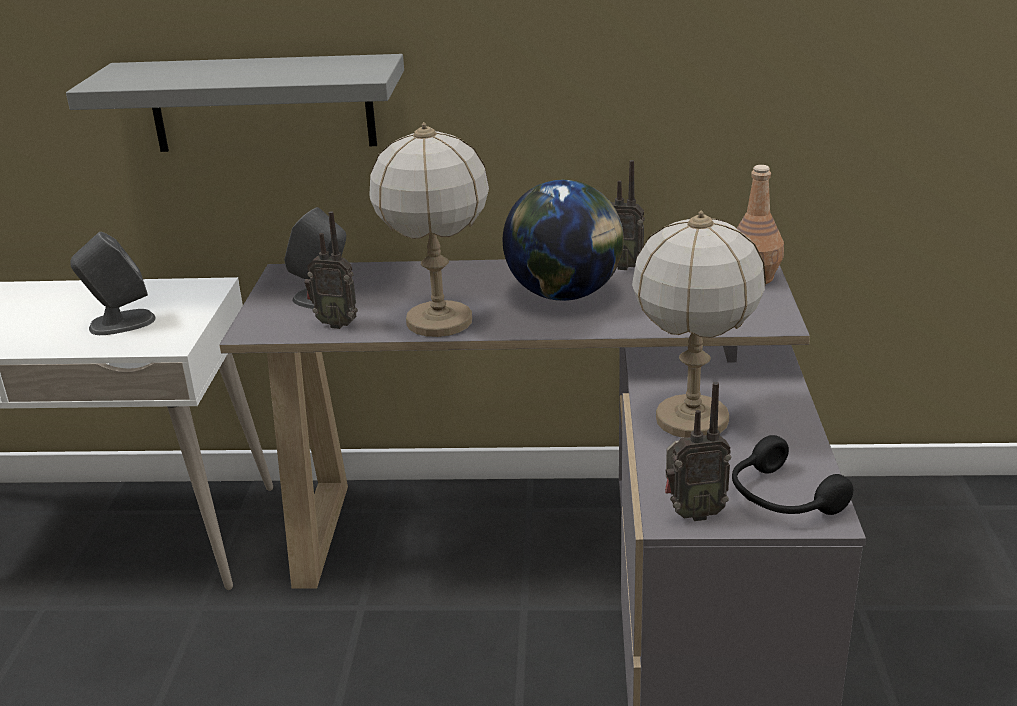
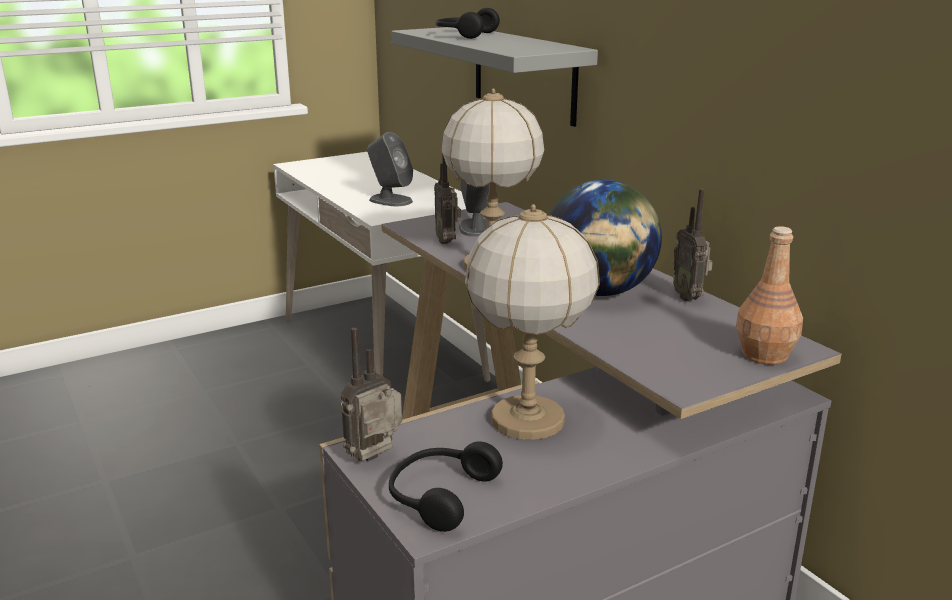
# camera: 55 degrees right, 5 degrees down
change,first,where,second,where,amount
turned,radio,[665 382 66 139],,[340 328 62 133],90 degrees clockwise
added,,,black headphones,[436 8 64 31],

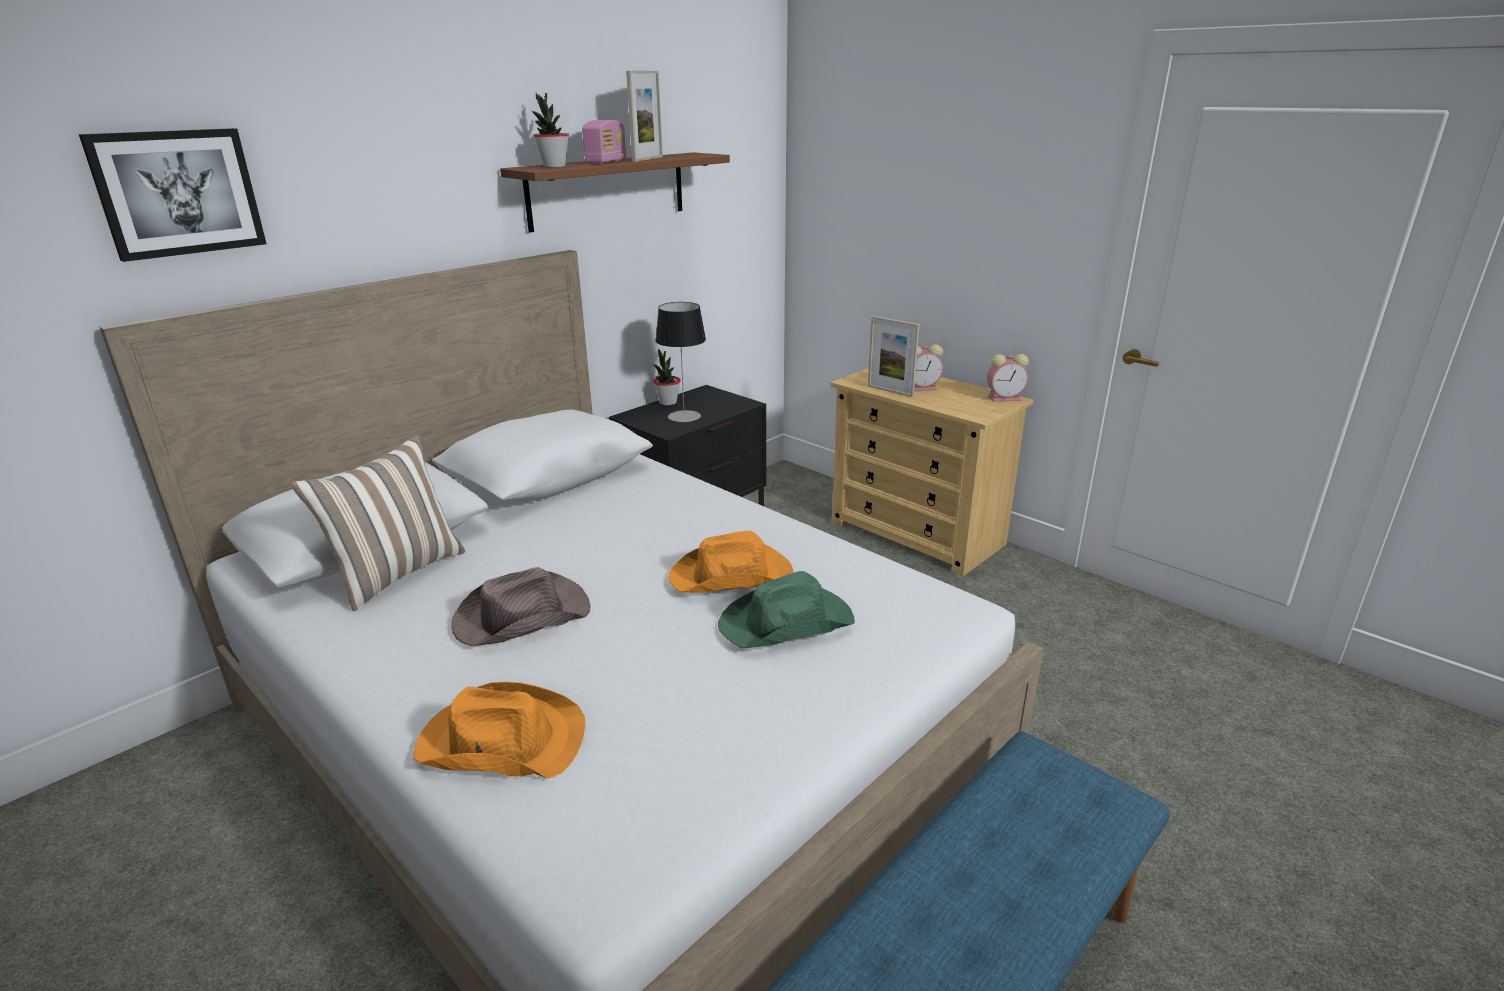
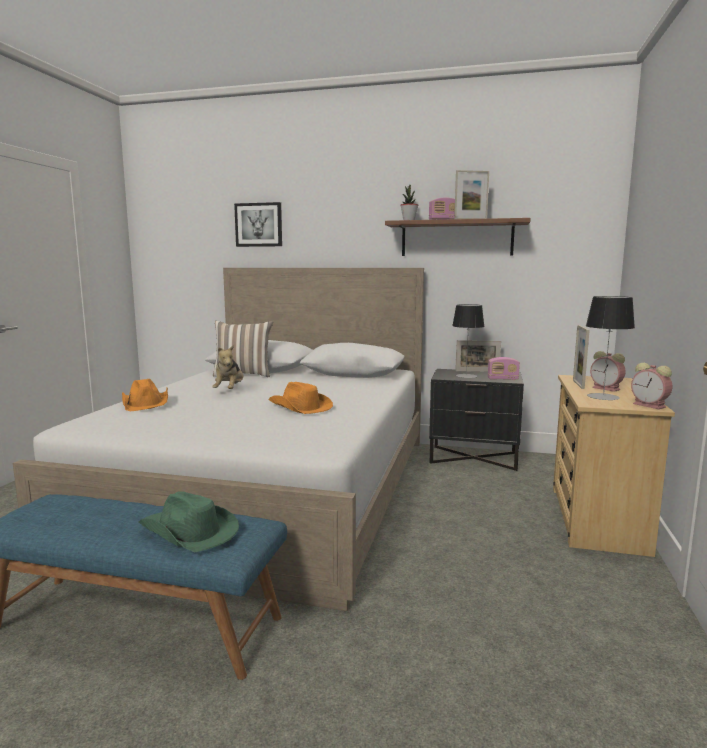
# camera: 60 degrees right, 15 degrees down
change,first,where,second,where,amount
replaced,brown hat,[451 567 139 79],plush toy,[213 345 30 44],
replaced,potted plant,[653 349 28 56],picture frame,[455 340 46 32],
moved,green hat,[718 571 137 77],,[138 491 101 61],
added,,,radio,[488 357 32 23],
added,,,table lamp,[586 296 49 104],

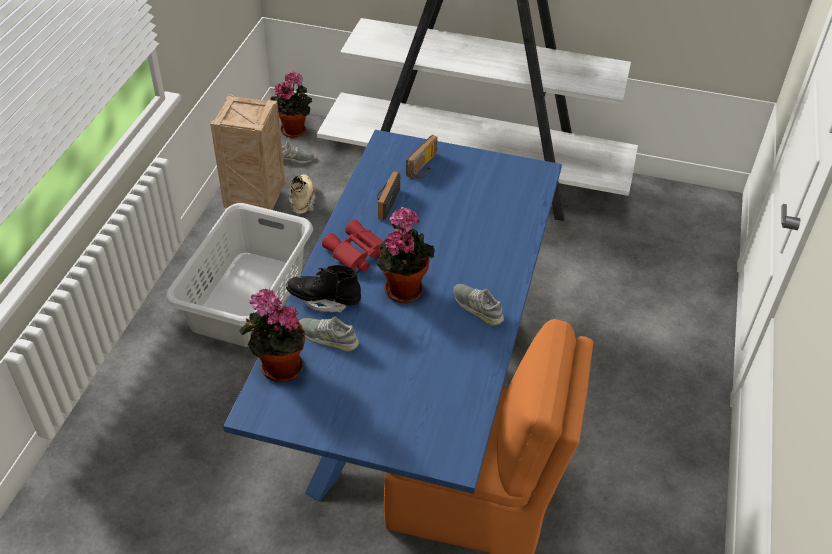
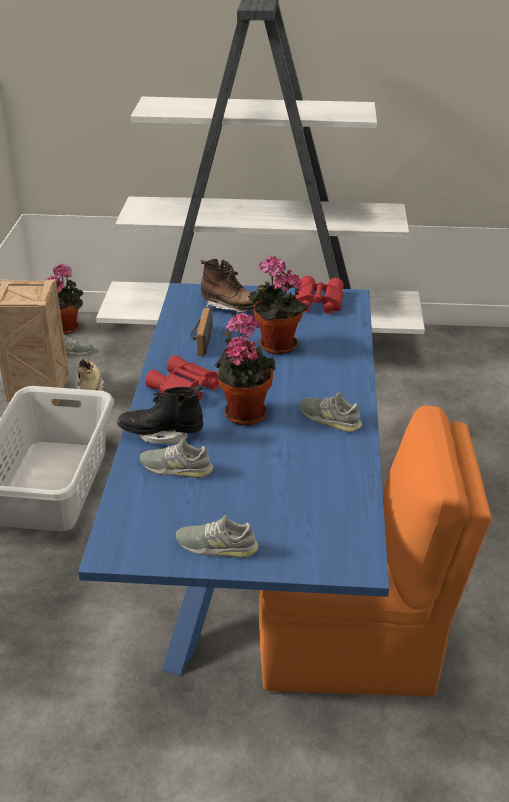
# camera: 10 degrees left, 10 degrees down
change,first,where,second,where,amount
moved,potted plant,[239 289 66 93],,[248 256 59 99],
replaced,radio,[406 135 32 44],brown boot,[201 259 57 54],
added,,,grey shoe,[176 515 83 43],
added,,,red binoculars,[296 276 48 38],

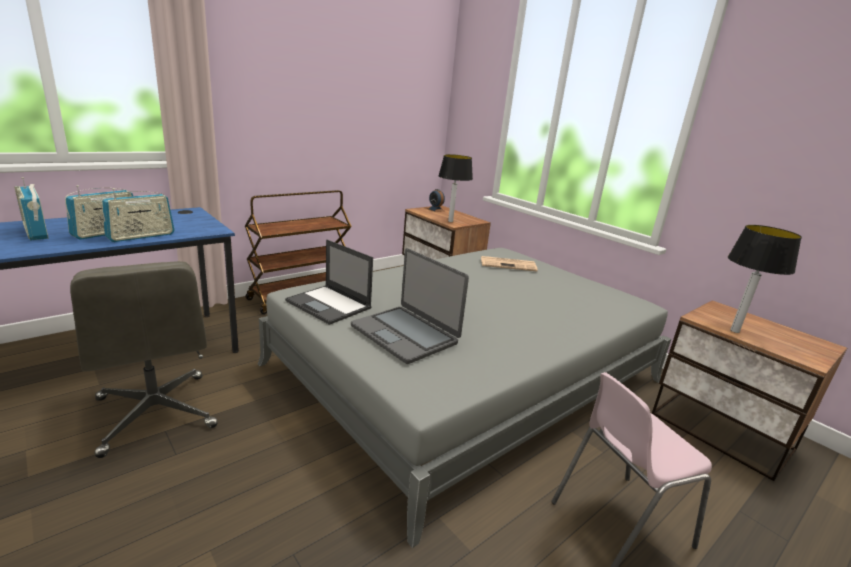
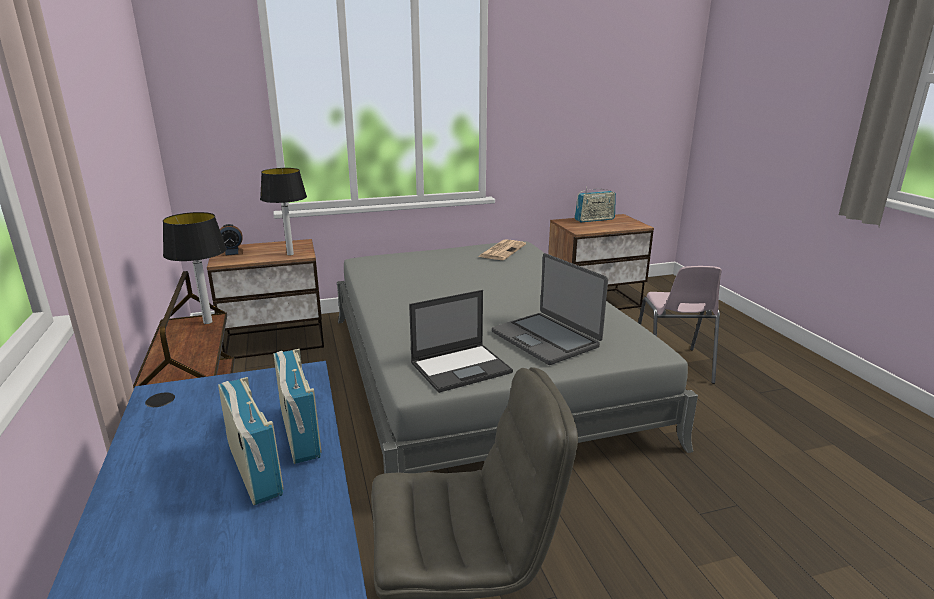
# camera: 65 degrees left, 0 degrees up
change,first,where,second,where,amount
moved,radio,[14 177 35 64],,[575 187 41 35],
turned,laptop,[351 248 118 116],,[492 253 116 112],75 degrees clockwise
moved,newspaper,[481 256 57 16],,[478 239 48 21],
moved,table lamp,[728 225 74 108],,[163 212 64 112],

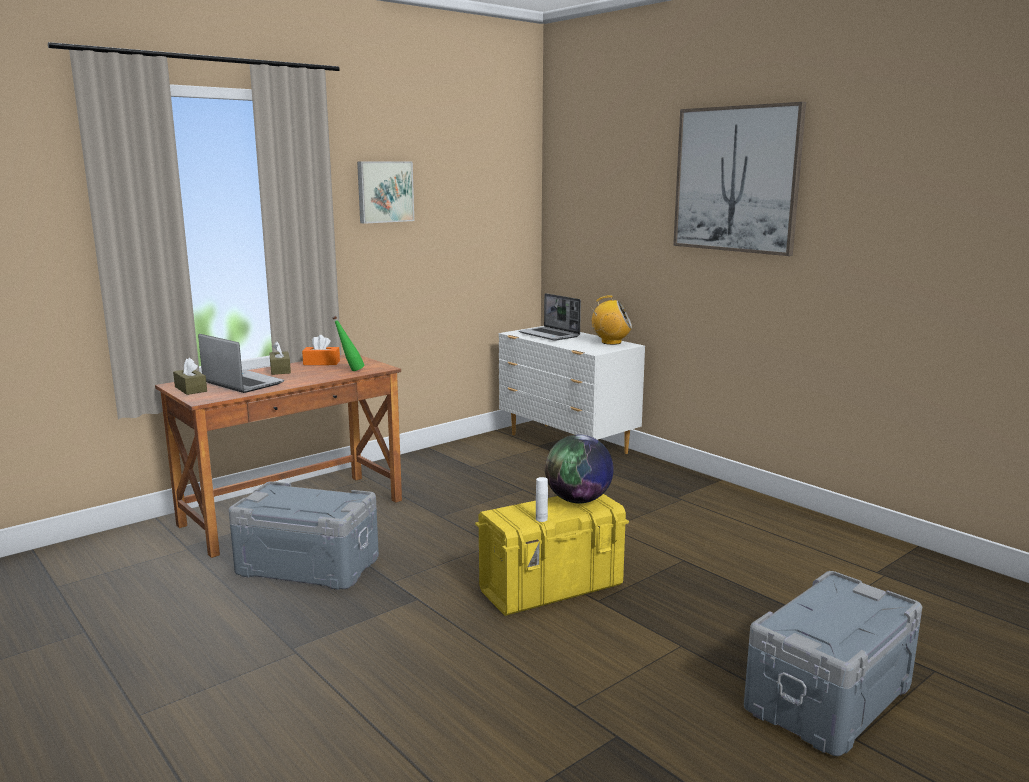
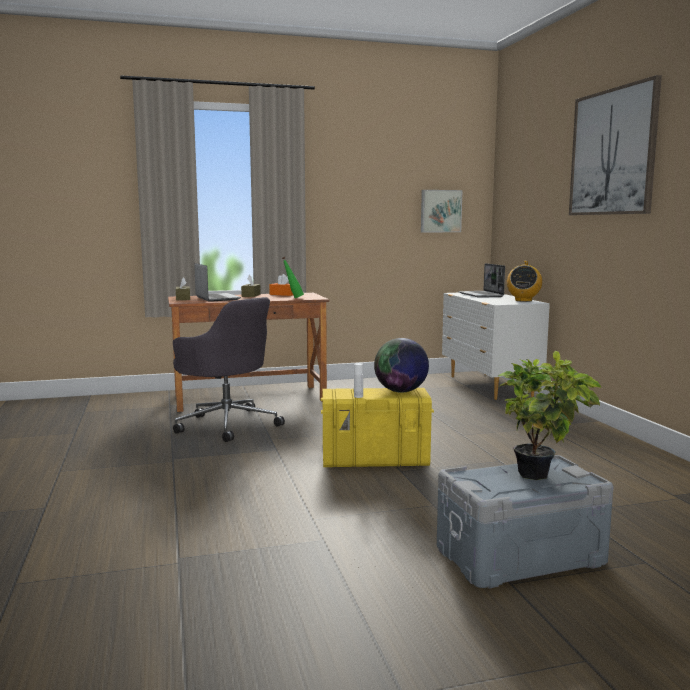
# camera: 25 degrees right, 5 degrees down
change,first,where,second,where,amount
replaced,grey storage box,[229 481 150 109],grey office chair,[173 297 112 145],
moved,picture,[357 161 57 63],,[421 190 42 42],
turned,radio,[590 295 42 50],,[507 261 35 41],75 degrees clockwise
added,,,potted plant,[498 351 103 129],

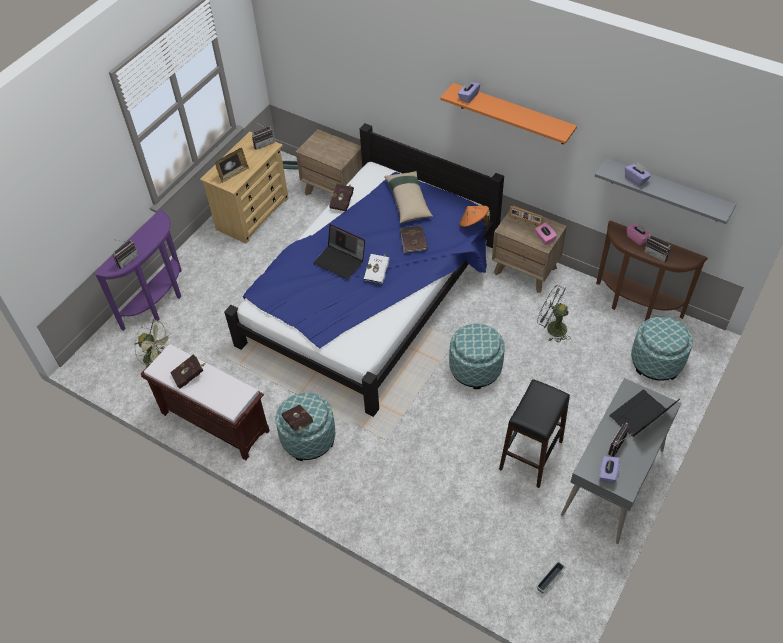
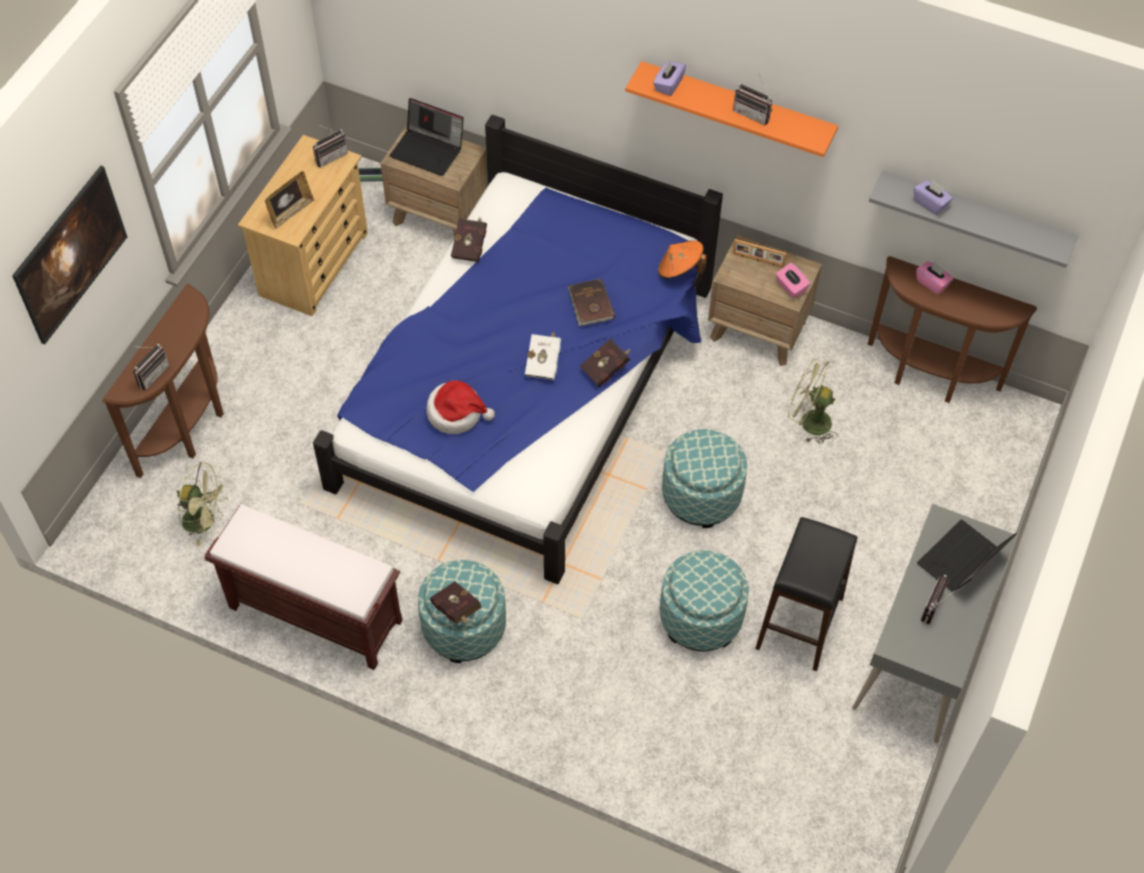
# camera: 10 degrees left, 5 degrees up
change,first,where,second,where,amount
recoloured,purple console table,[94 210 88 121],brown console table,[102 284 122 194],
moved,red book,[170 355 35 34],,[580 338 50 49],
moved,laptop,[313 224 52 56],,[390 98 74 78],
removed,beige pillow,[384 171 49 52],,,
removed,planter,[536 561 29 32],,,
recoloured,grey fan,[537 285 34 58],green fan,[788 359 50 85],
removed,purple tissue box,[600 456 20 28],,,
moved,ottoman,[631 317 62 64],,[660 551 89 100],
moved,radio,[644 231 27 31],,[733 73 39 52],
added,,,picture,[12 166 115 179],
added,,,hat,[426 381 69 53],

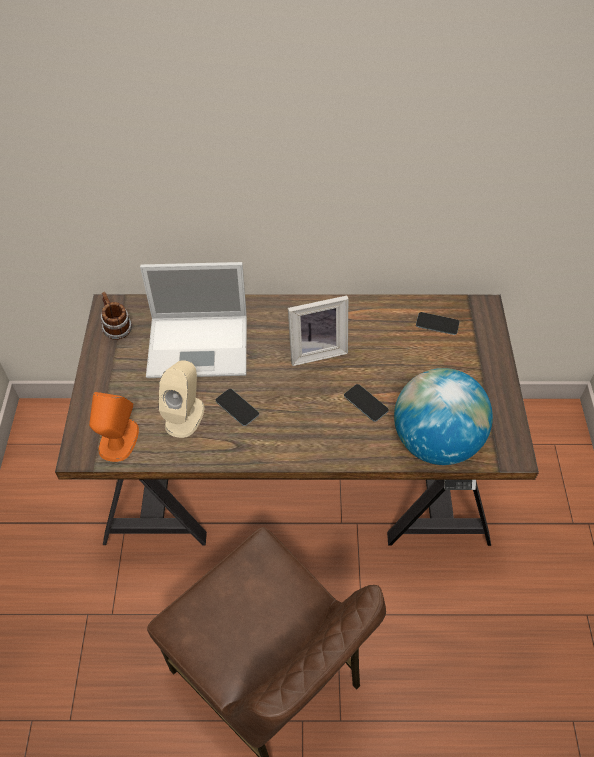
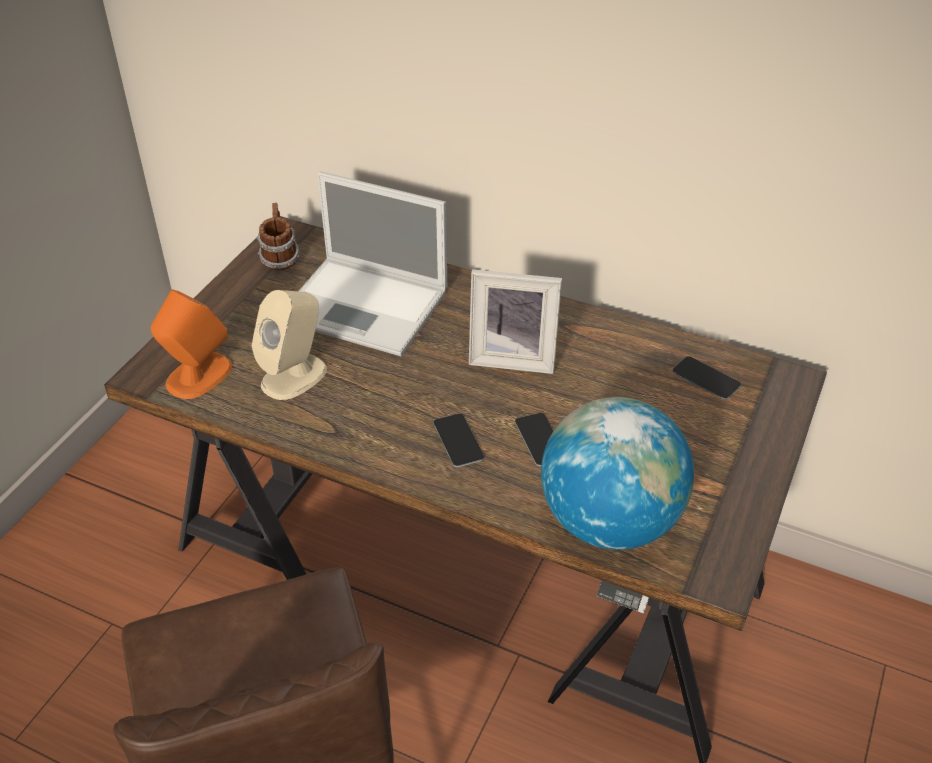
# camera: 25 degrees right, 10 degrees down
change,first,where,second,where,amount
moved,phone,[216 389 43 37],,[434 414 50 53],

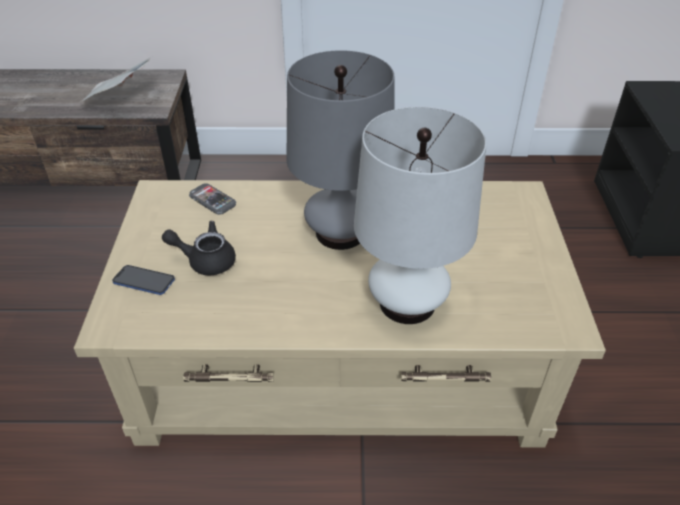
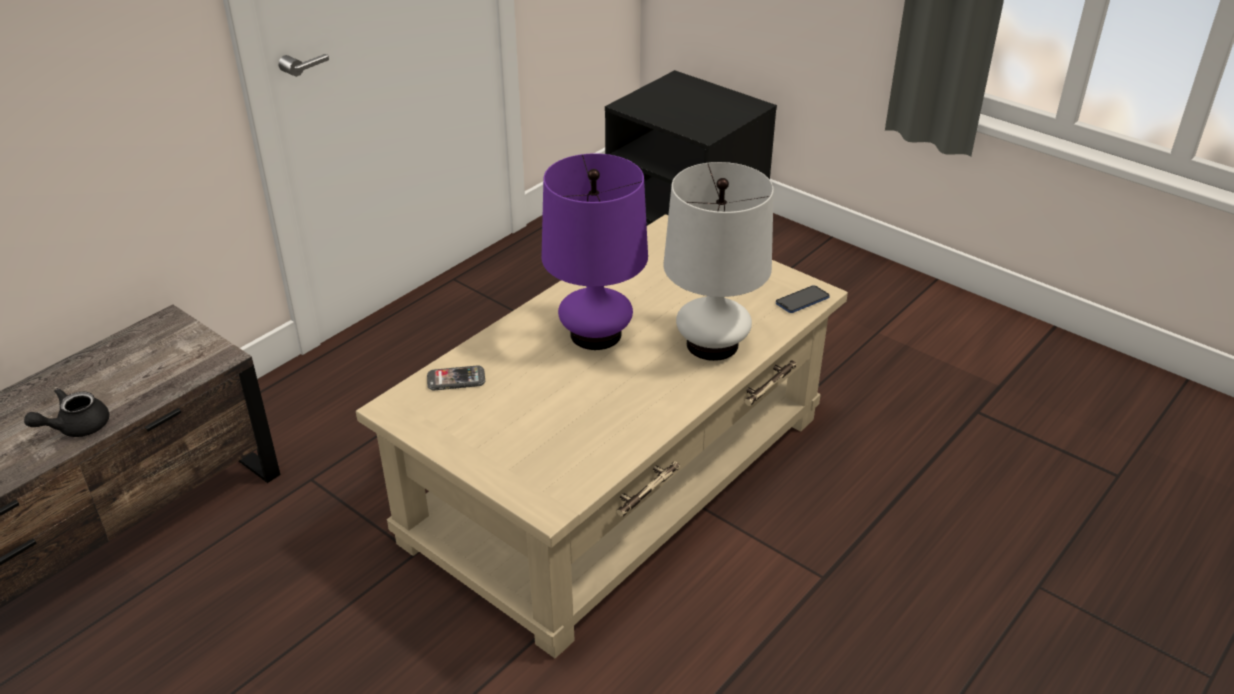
# camera: 50 degrees left, 5 degrees down
change,first,where,second,where,amount
removed,newspaper,[80 58 70 44],,,
moved,phone,[112 265 63 30],,[776 286 54 27],
moved,black teapot,[162 221 74 54],,[24 388 85 49],
recoloured,grey table lamp,[287 50 108 200],purple table lamp,[542 154 106 196],

